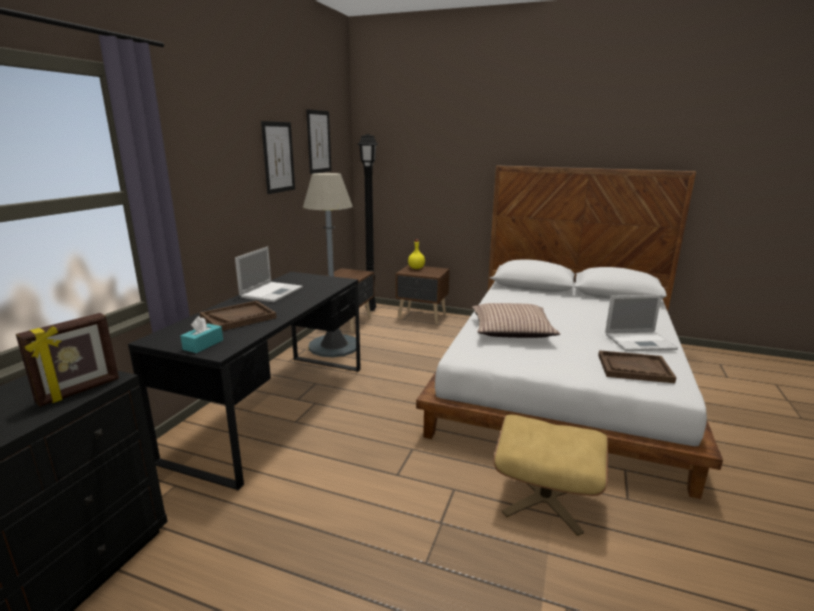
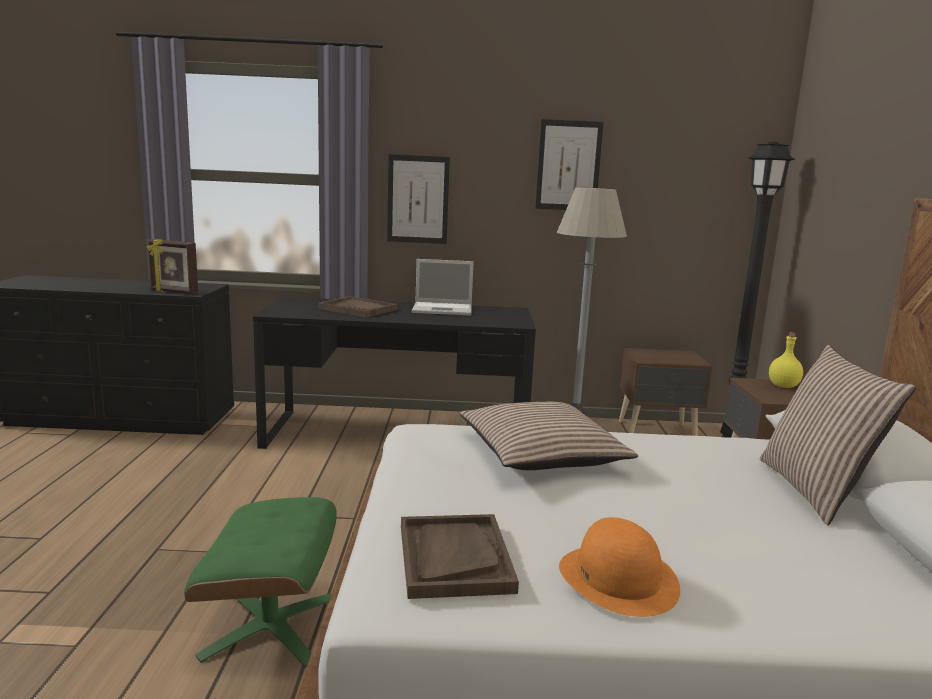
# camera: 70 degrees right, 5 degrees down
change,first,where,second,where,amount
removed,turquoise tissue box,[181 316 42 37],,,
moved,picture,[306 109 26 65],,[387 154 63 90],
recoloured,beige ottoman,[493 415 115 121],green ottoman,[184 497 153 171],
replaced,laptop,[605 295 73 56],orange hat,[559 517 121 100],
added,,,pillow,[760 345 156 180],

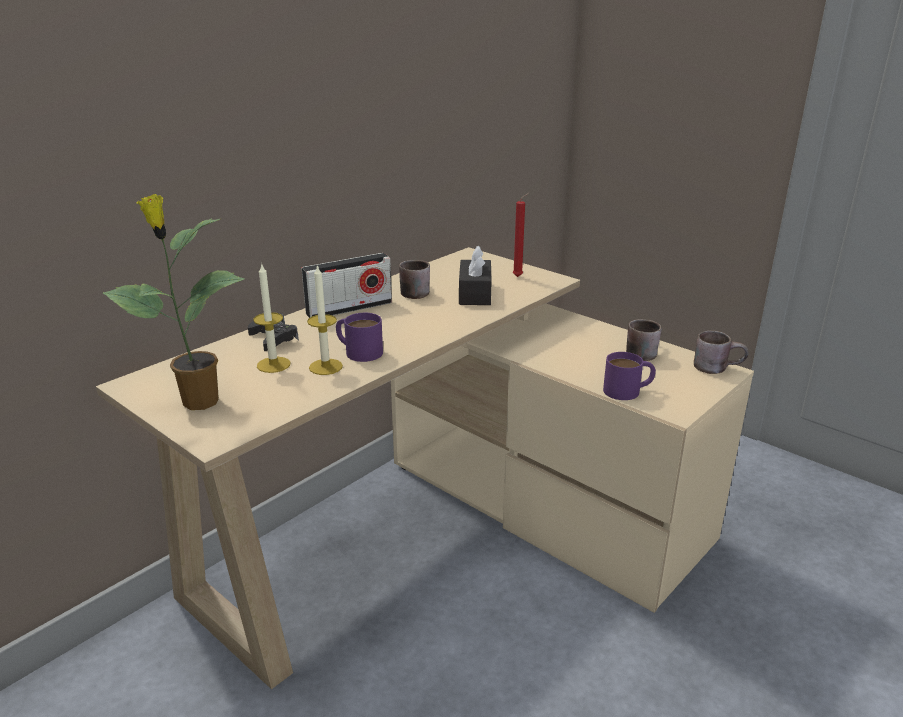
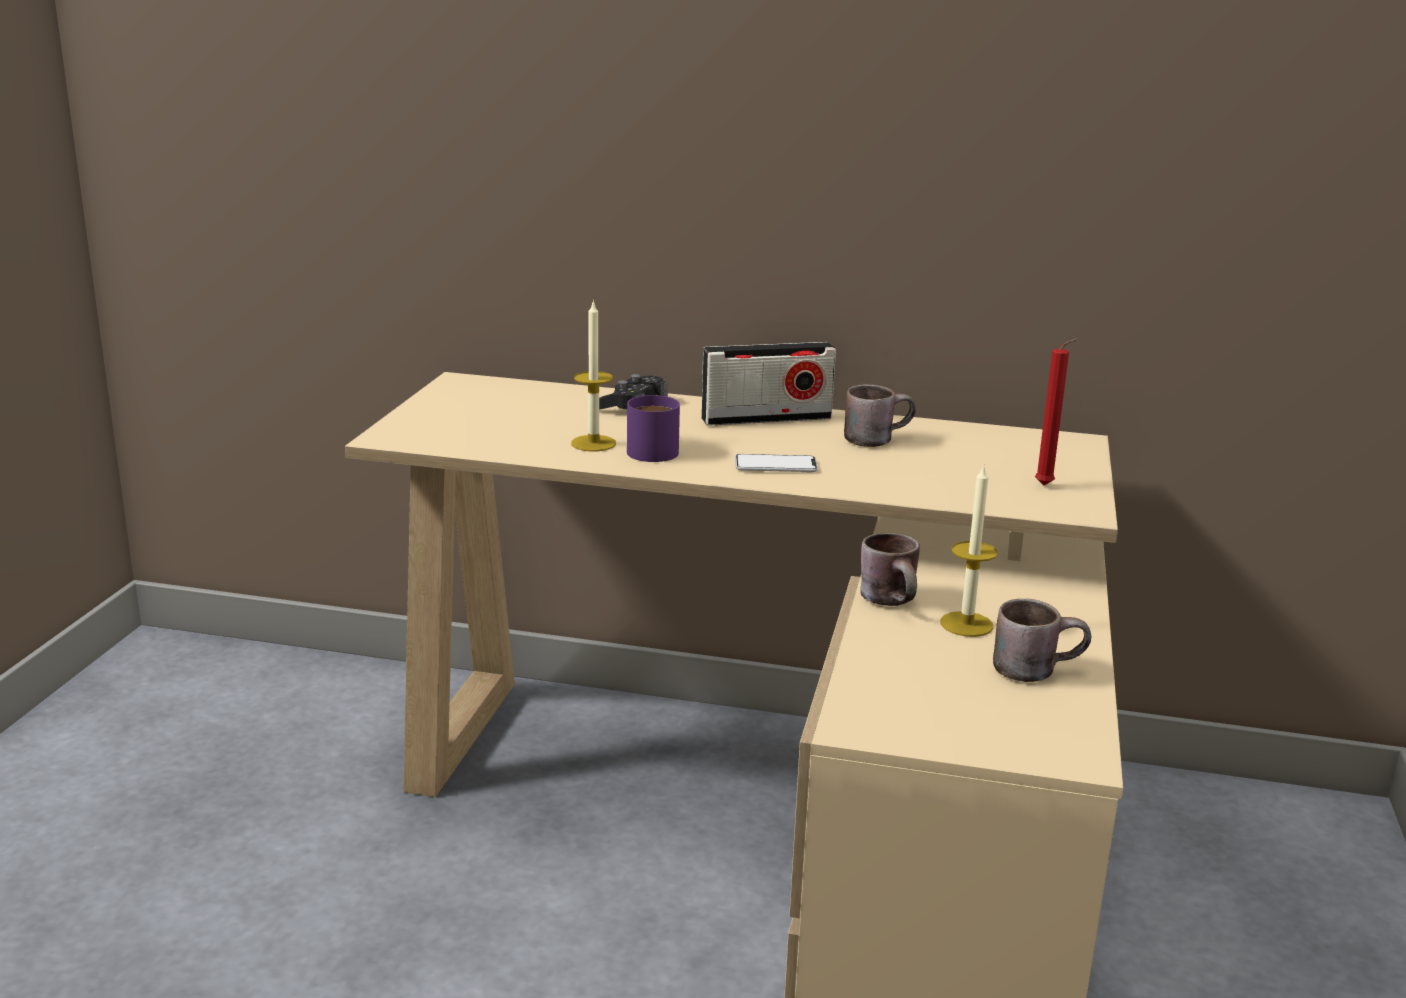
# camera: 60 degrees right, 5 degrees down
change,first,where,second,where,amount
removed,potted plant,[103 194 142 216],,,
moved,candle,[253 263 37 110],,[940 466 58 171],
turned,radio,[302 253 90 65],,[701 342 135 84],45 degrees counterclockwise
removed,black tissue box,[459 246 33 59],,,
removed,purple mug,[603 352 53 48],,,
moved,brown mug,[694 330 55 44],,[860 533 60 73],
added,,,phone,[735 454 83 18],

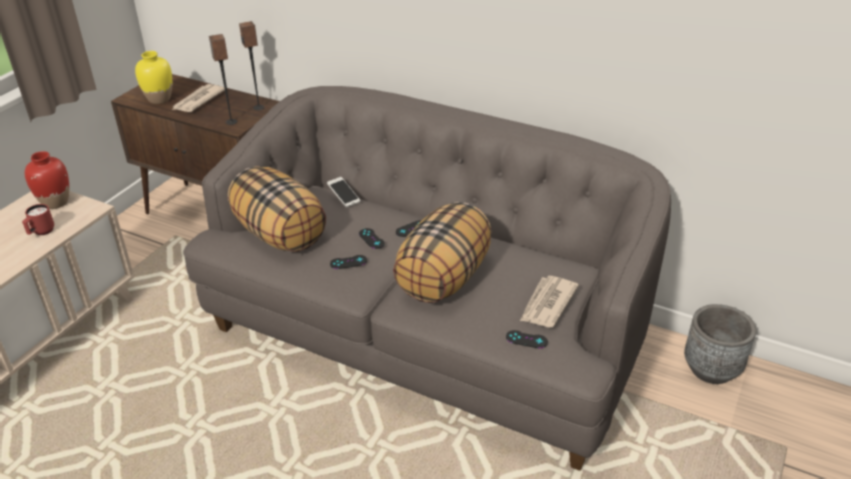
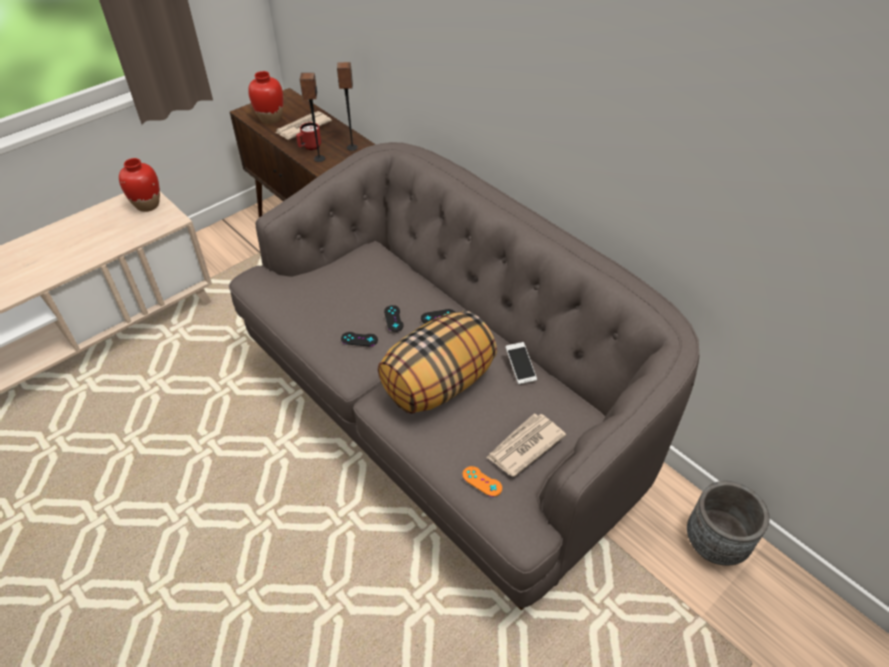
# camera: 20 degrees right, 10 degrees up
change,first,where,second,where,amount
moved,red mug,[22 204 32 31],,[296 122 25 28],
recoloured,yellow vase,[135 51 37 53],red vase,[248 71 35 53],
removed,pillow,[228 166 98 86],,,
moved,phone,[327 177 34 31],,[505 342 32 43],
recoloured,black game controller,[506 330 42 18],orange game controller,[463 466 39 31],

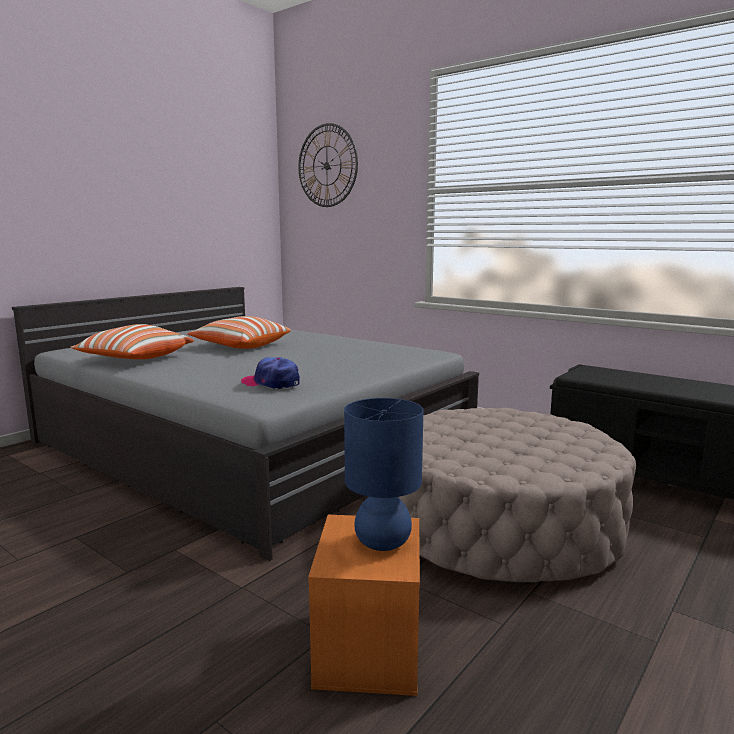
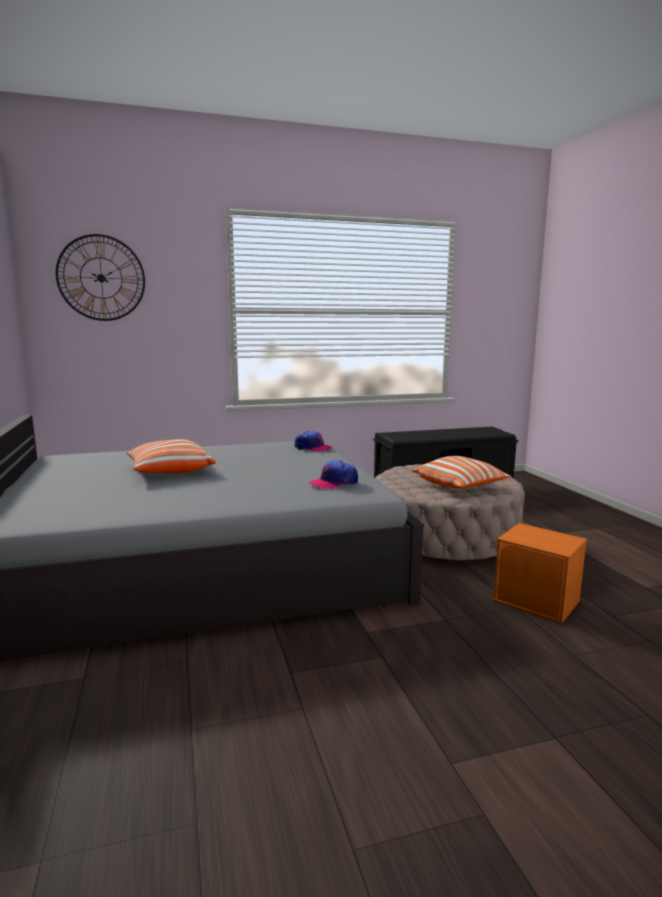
# camera: 55 degrees left, 0 degrees up
change,first,where,second,where,amount
moved,pillow,[71 324 123 35],,[412 456 99 32],
removed,blue table lamp,[344 398 80 153],,,
added,,,cap,[295 431 38 20],

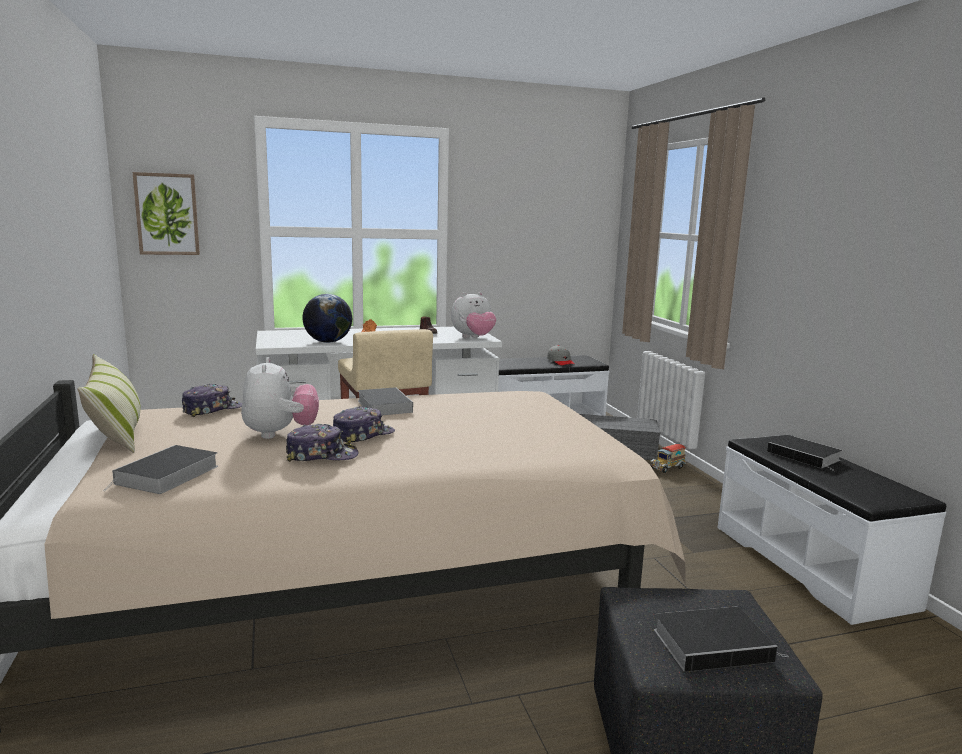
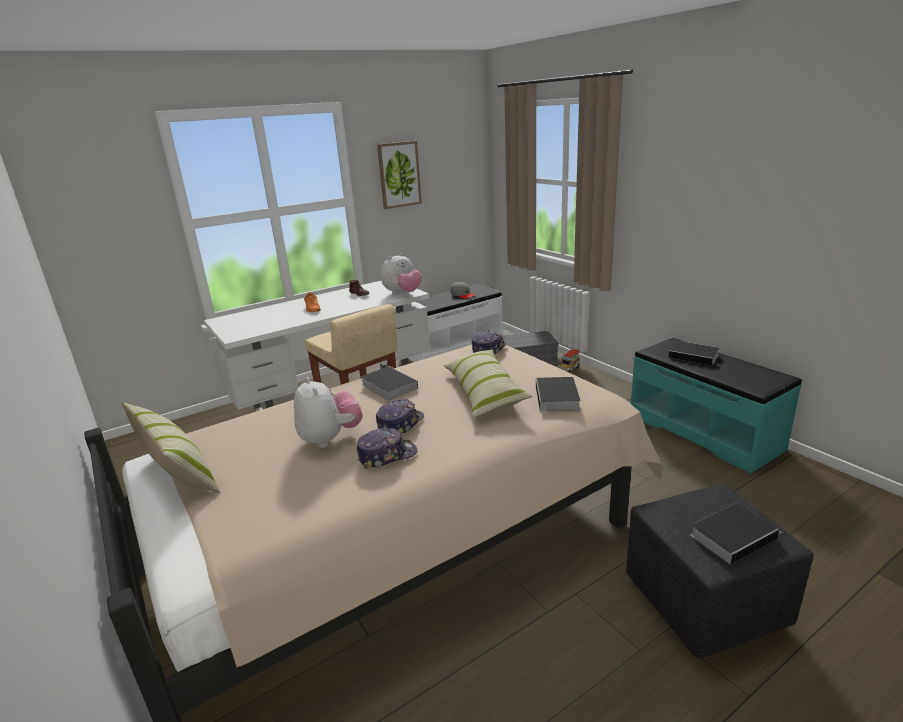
# camera: 15 degrees left, 10 degrees up
change,first,where,second,where,amount
moved,book,[103 445 115 49],,[536 377 45 39],
moved,picture,[133 172 67 83],,[377 141 45 68],
moved,cap,[182 384 60 33],,[471 330 36 24],
removed,globe,[302 294 50 49],,,
recoloured,white bench,[718 435 228 190],turquoise bench,[631 337 171 136],
added,,,pillow,[444 349 89 69],

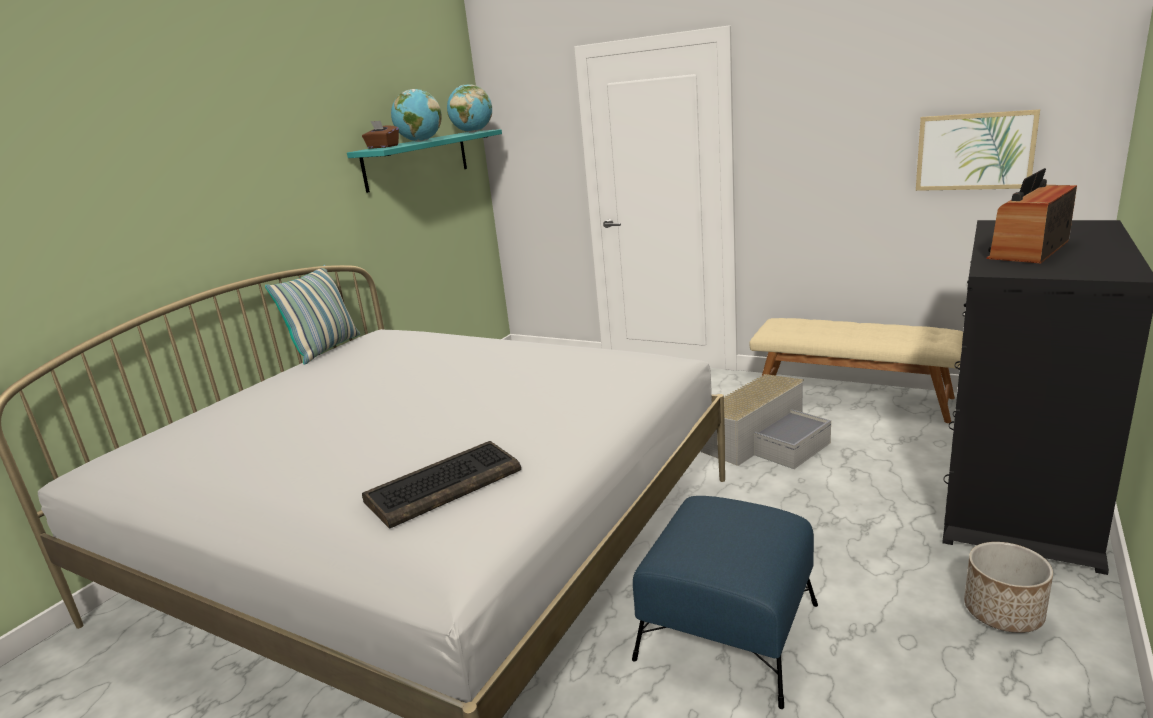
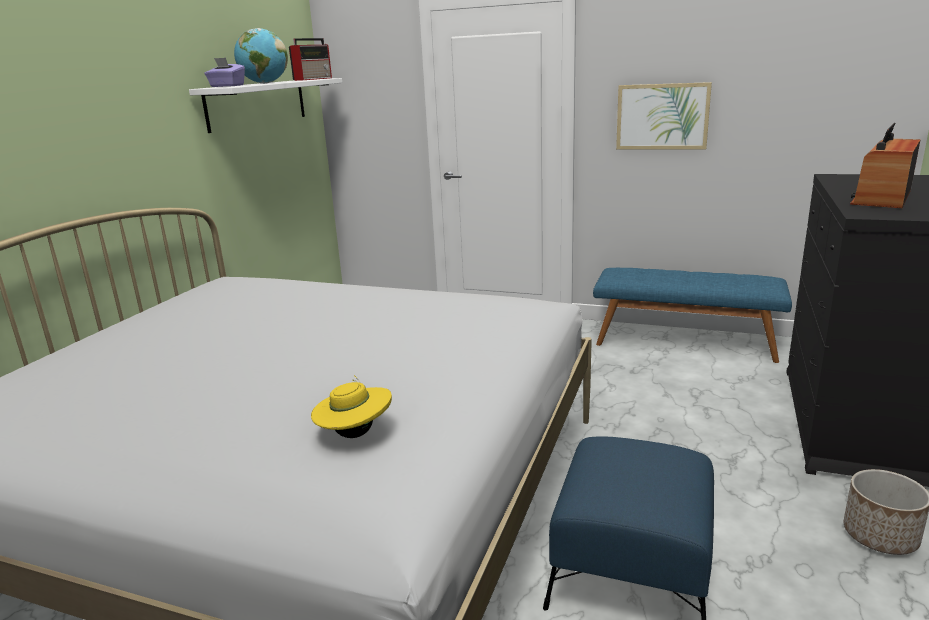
# camera: 10 degrees left, 0 degrees up
change,first,where,second,where,amount
removed,pillow,[265 265 95 100],,,
recoloured,turquoise shelf,[347 129 155 64],white shelf,[189 78 153 55],
recoloured,brown tissue box,[362 121 37 28],purple tissue box,[205 58 40 29],
replaced,keyboard,[362 441 159 88],yellow hat,[311 375 81 63],
replaced,globe,[447 84 45 49],radio,[289 38 43 43],
removed,grey storage box,[700 374 131 95],,,
recoloured,beige bench,[750 318 213 105],blue bench,[593 268 199 95],
moved,picture,[916 109 124 82],,[616 82 96 67],

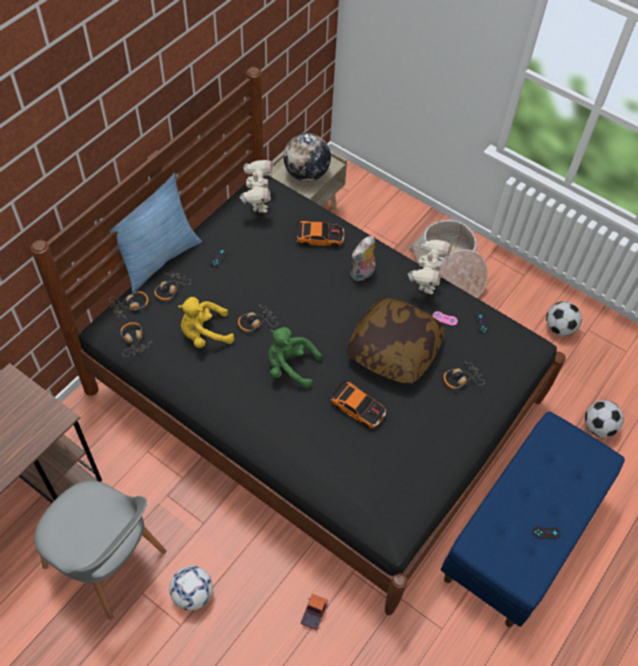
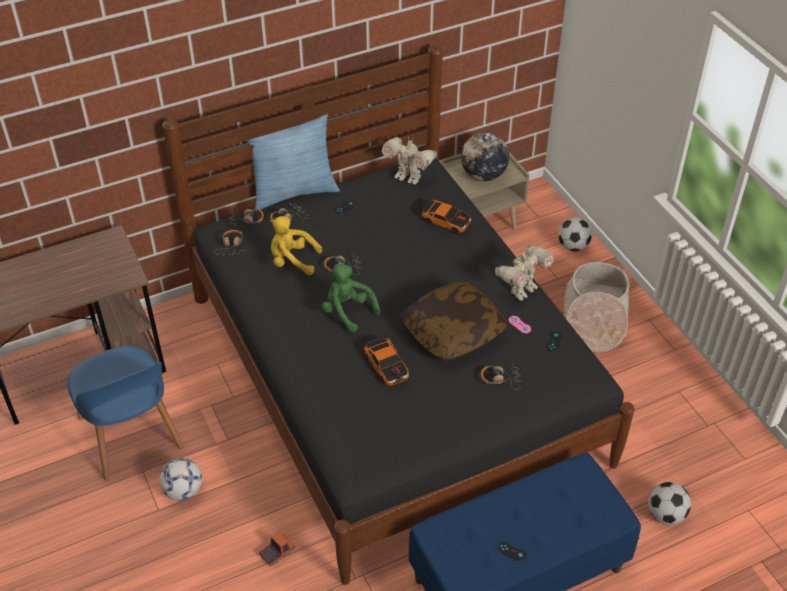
# camera: 30 degrees right, 10 degrees down
change,first,where,second,where,amount
recoloured,grey chair,[34 480 132 140],blue chair,[67 346 117 135],
turned,toy robot,[239 160 35 53],,[382 137 55 47],90 degrees clockwise
removed,plush toy,[351 236 25 46],,,
moved,football,[546 301 36 35],,[558 217 34 34],

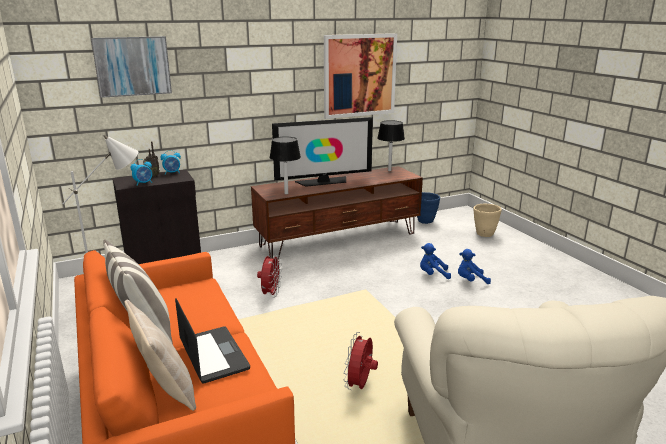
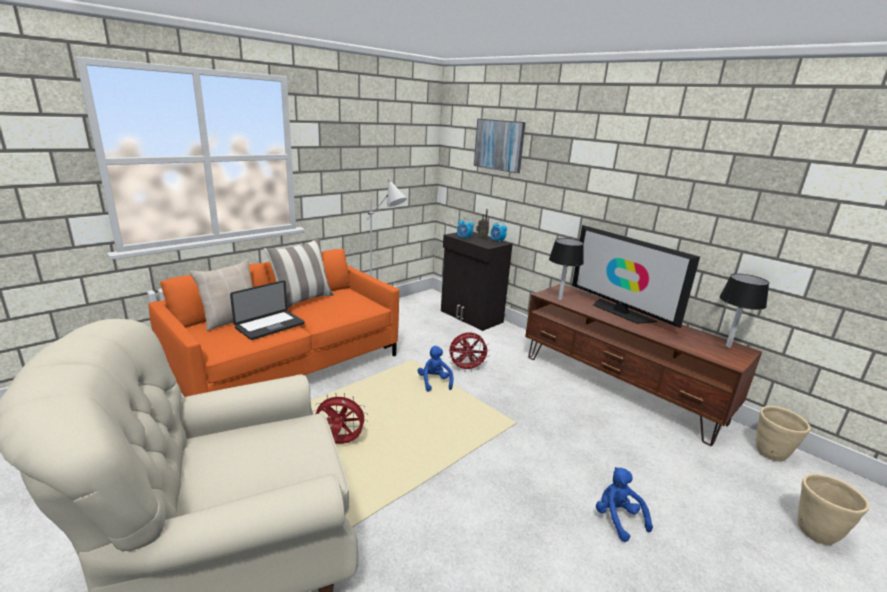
# camera: 70 degrees right, 0 degrees up
change,first,where,second,where,amount
removed,picture,[324 33 73 86],,,
recoloured,blue planter,[417 192 23 32],beige planter,[756 406 55 56],
moved,blue plush toy,[420 243 31 36],,[418 346 36 46],

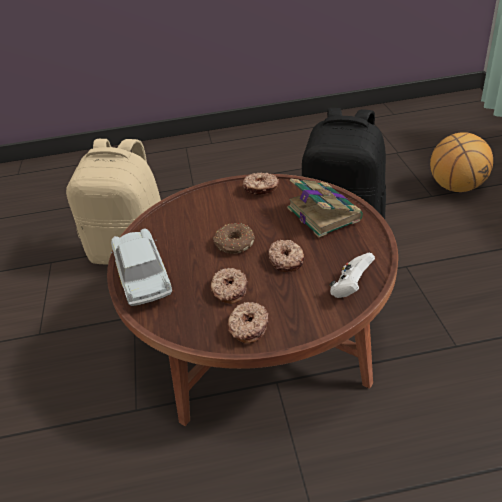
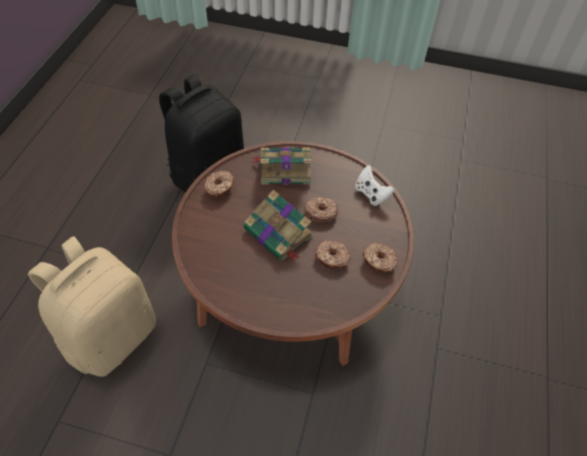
# camera: 70 degrees left, 15 degrees up
change,first,where,second,where,amount
removed,white toy car,[111 228 61 78],,,
replaced,donut,[213 223 41 31],book,[244 189 69 73],
removed,basketball,[430 132 63 60],,,

